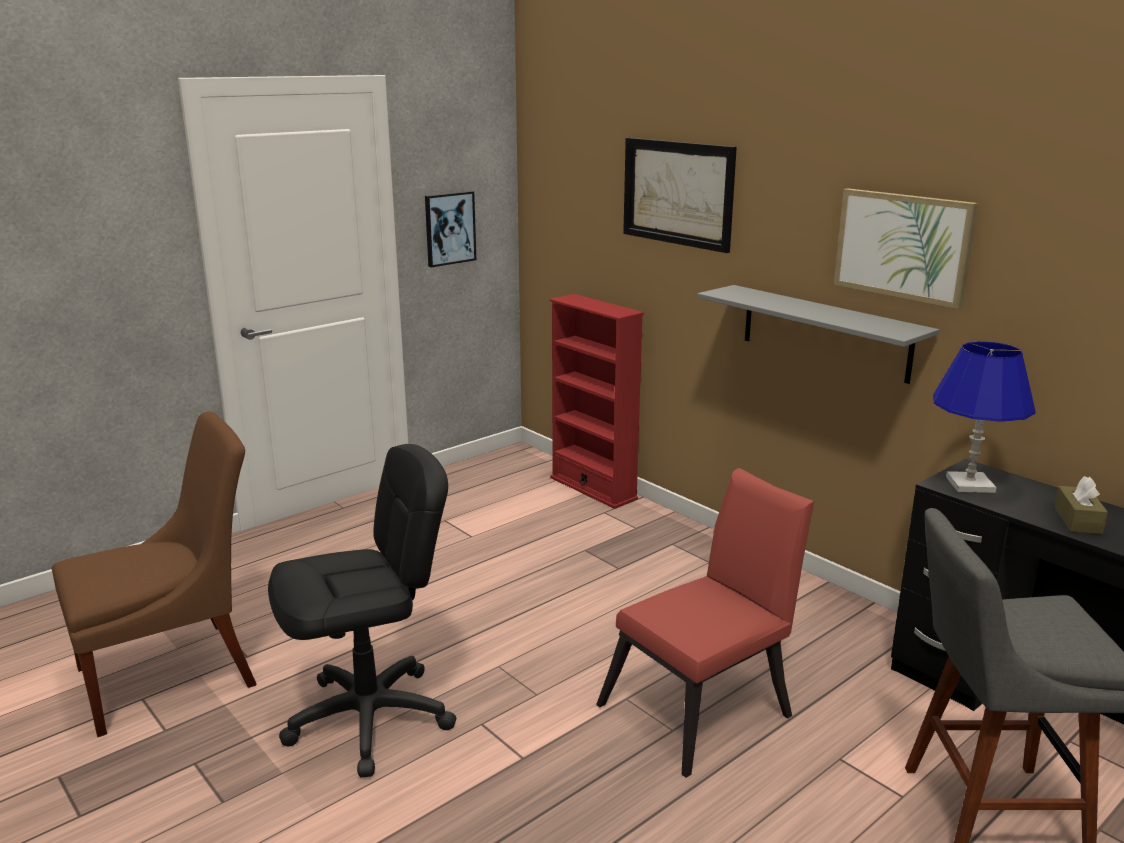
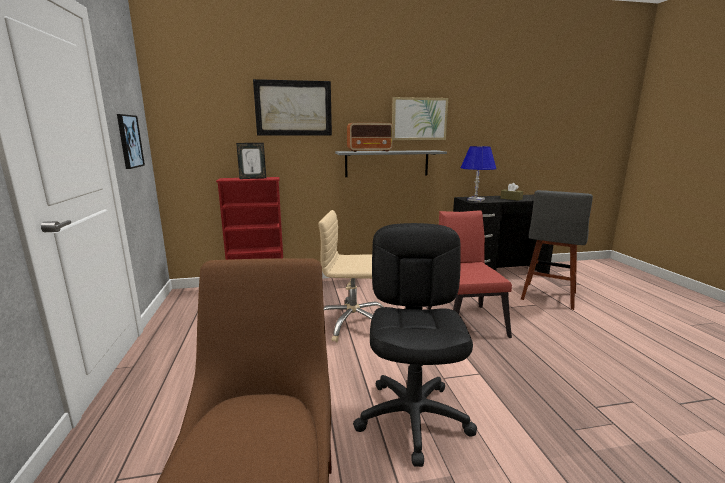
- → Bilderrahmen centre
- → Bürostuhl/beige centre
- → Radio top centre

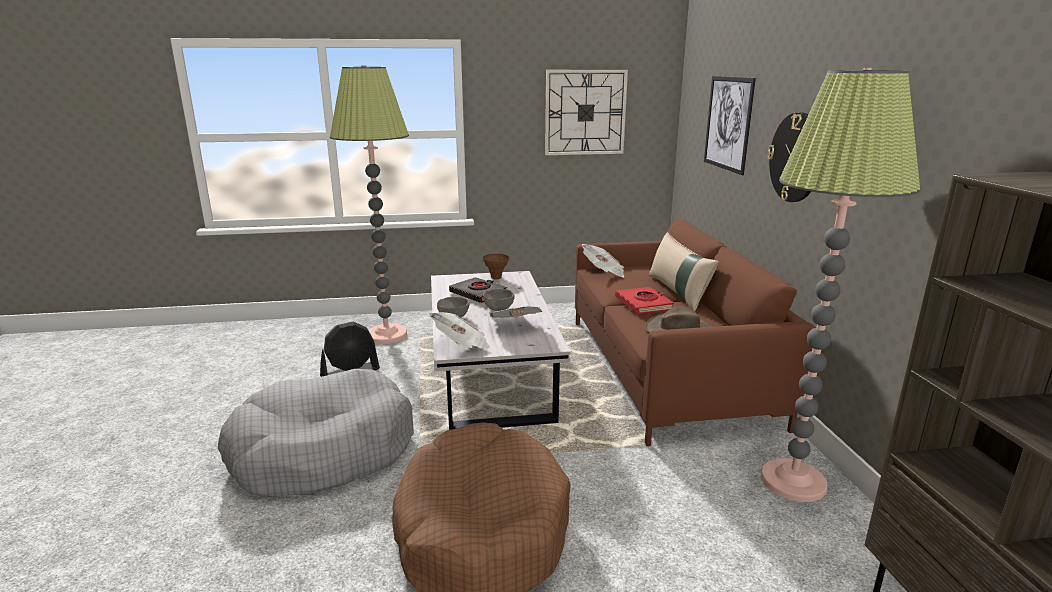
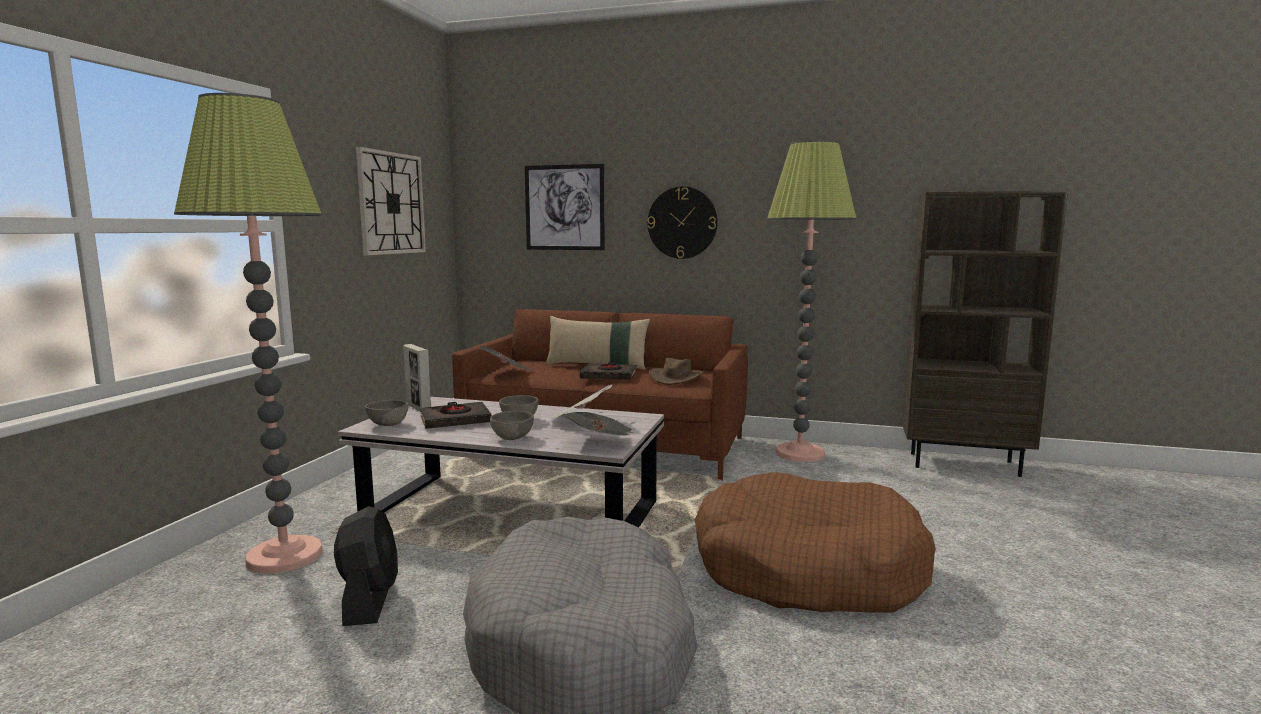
Vase/braun centre → Bilderrahmen middle left
Buch/rot centre → Buch/schwarz (2nd from left) centre
- → Schüssel/grau (1st from left) middle left

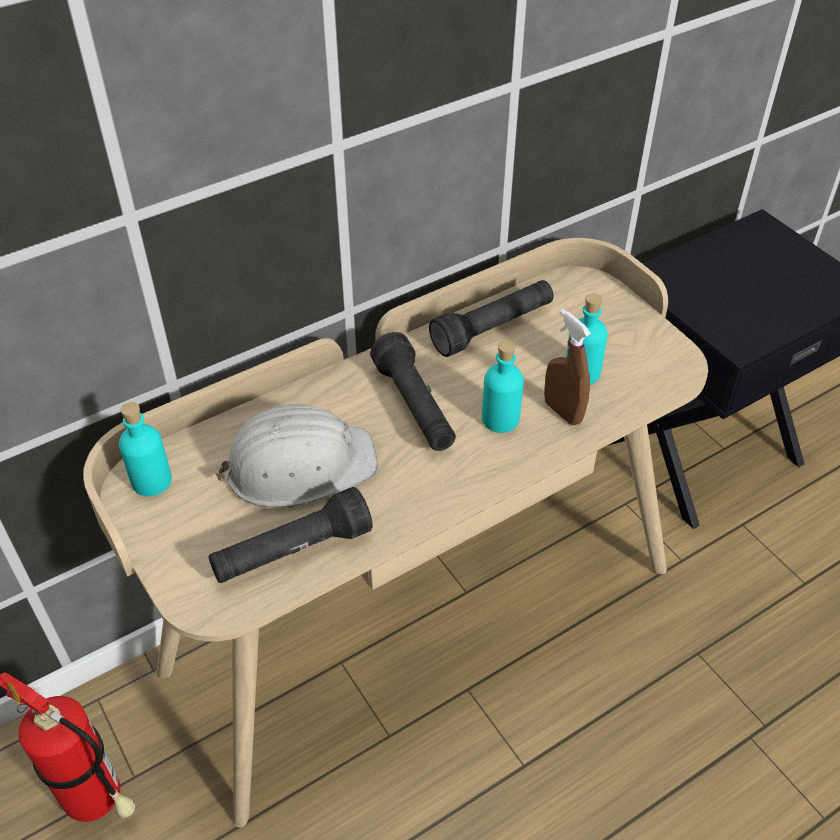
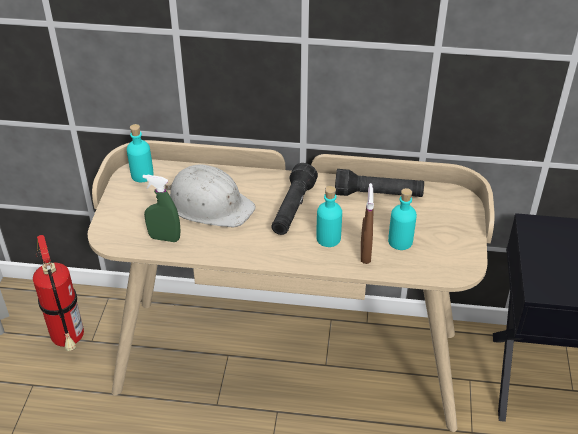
Taschenlampe/schwarz (1st from left) centre → Sprühflasche/grün middle left

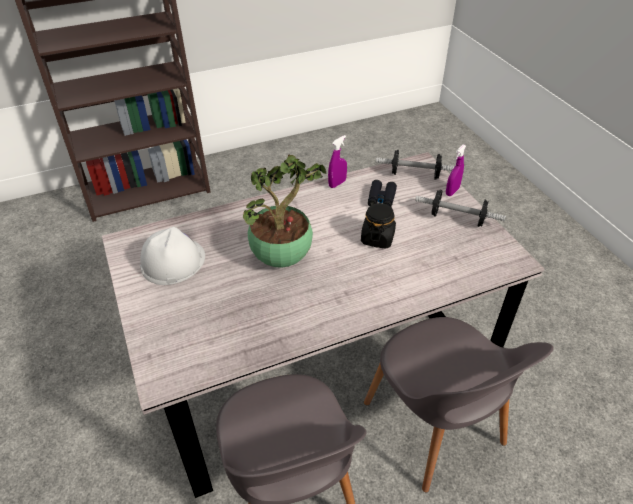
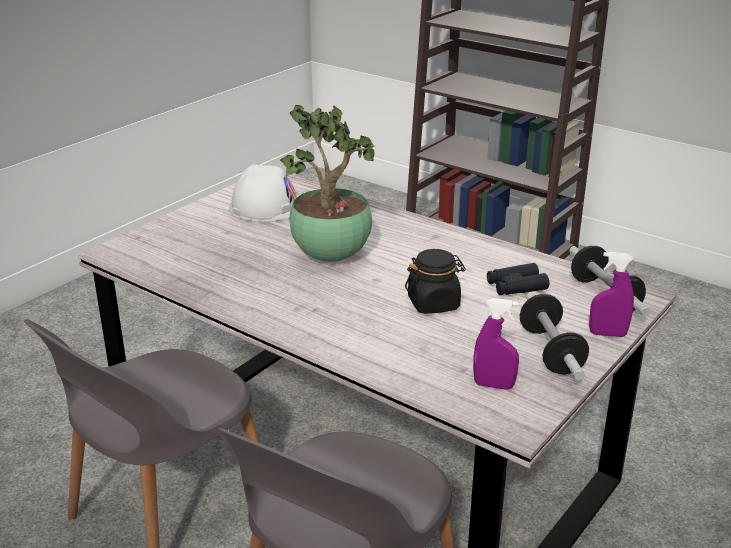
Sprühflasche/lila (1st from left) top centre → Sprühflasche/lila (1st from left) middle right, moved

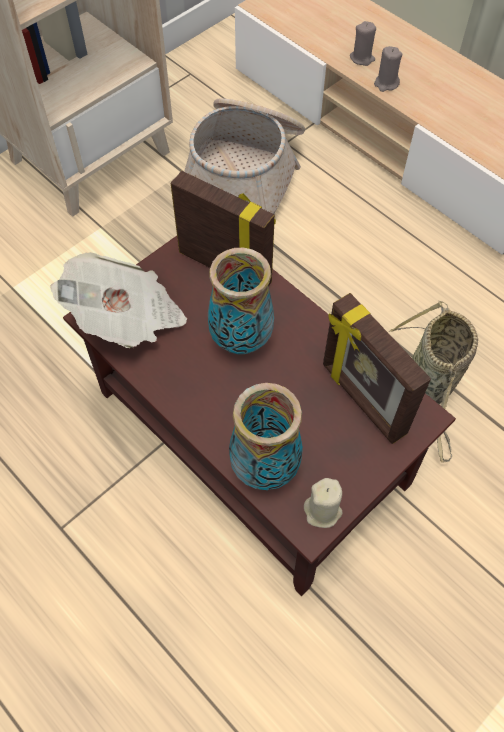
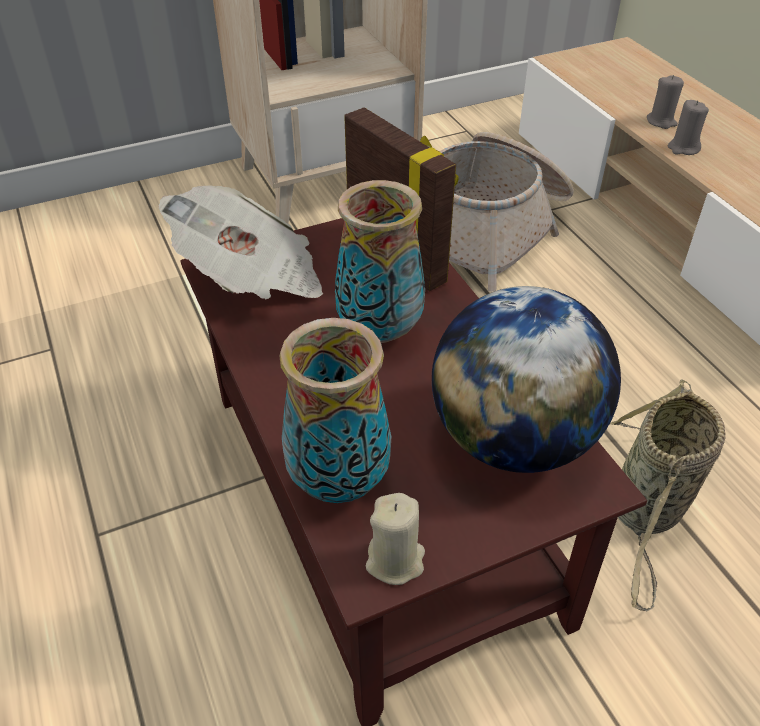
Bilderrahmen (2nd from left) middle right → Globus middle right

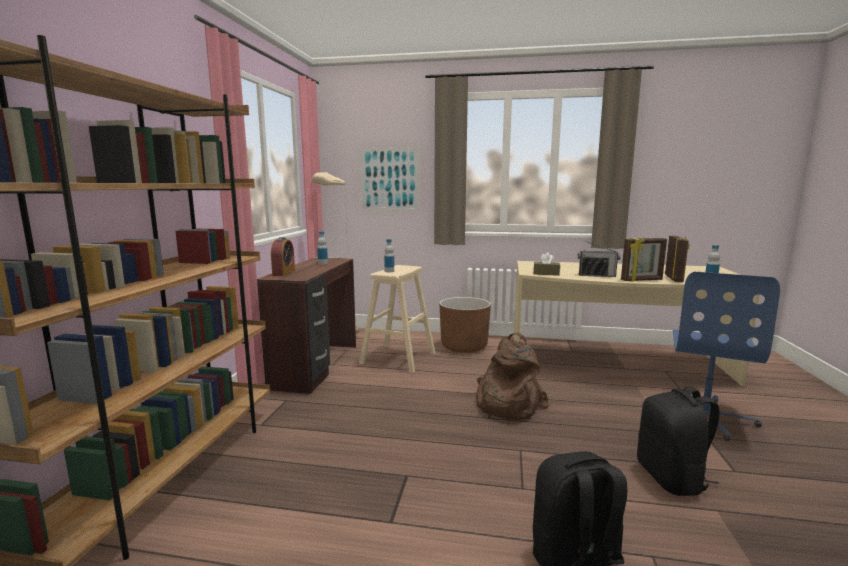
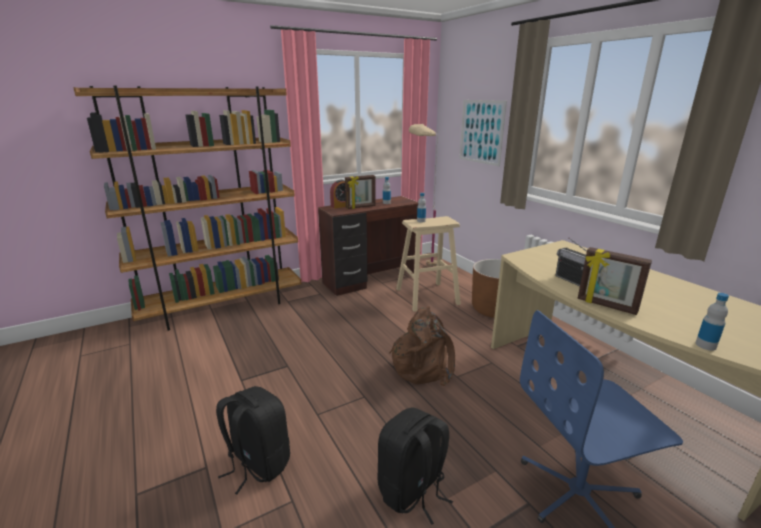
Taschentuchbox/braun centre → -
Bilderrahmen (2nd from left in the first image) middle right → Bilderrahmen (1st from left) centre, moved

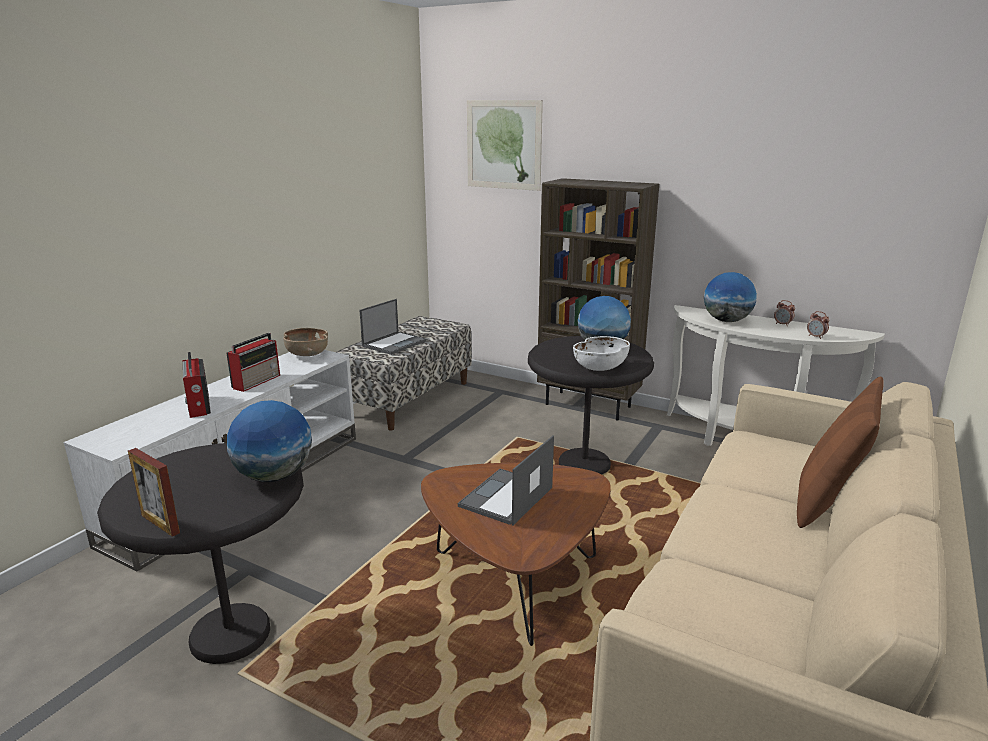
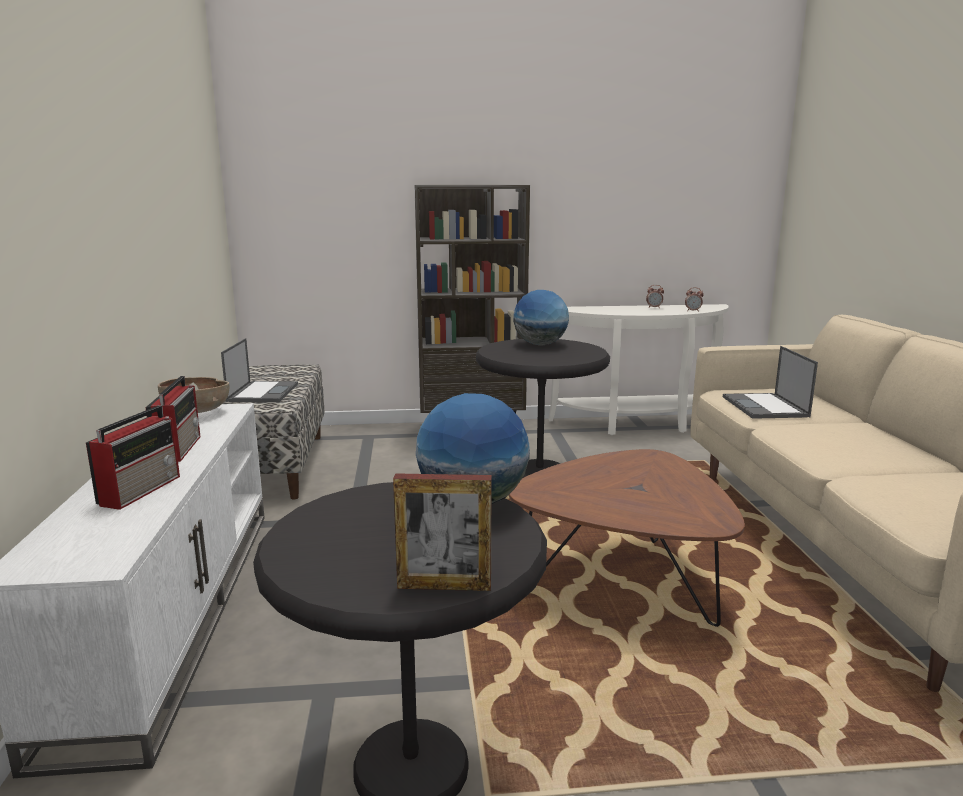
Radio (1st from left) middle left, 105 degrees counterclockwise
Laptop (2nd from left) centre → Laptop (2nd from left) middle right, moved
Bild top centre → -
Schüssel/weiß centre → -
Globus (3rd from left) middle right → -
Kissen/braun middle right → -

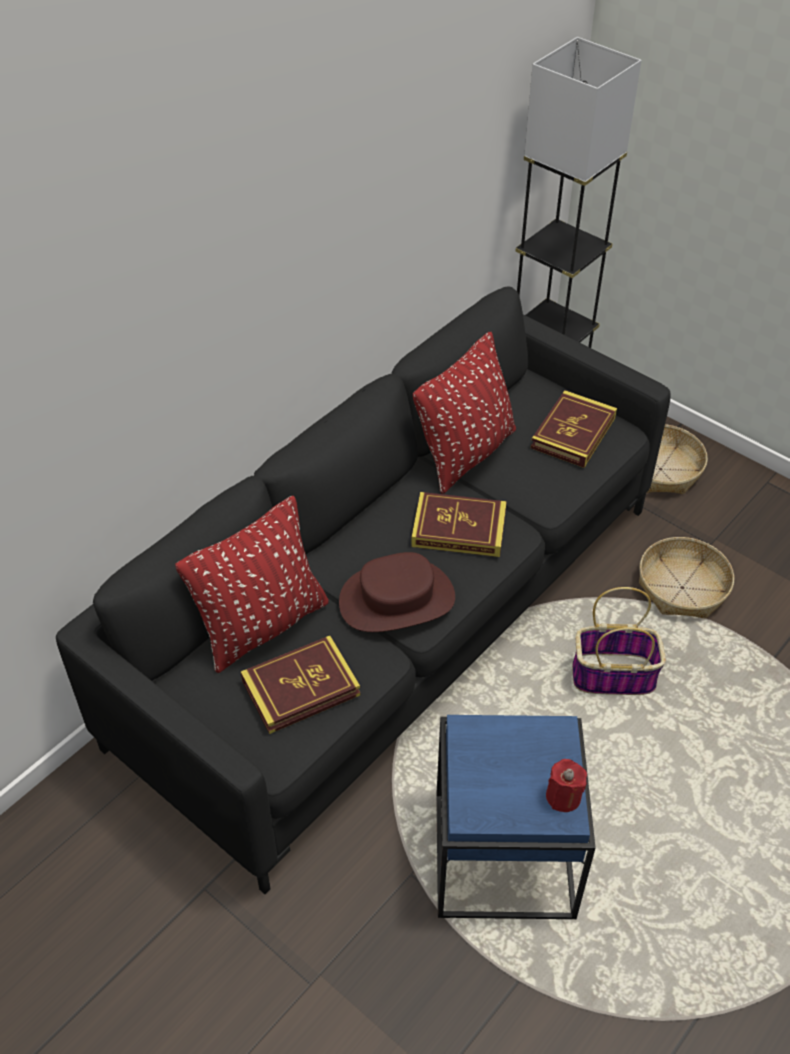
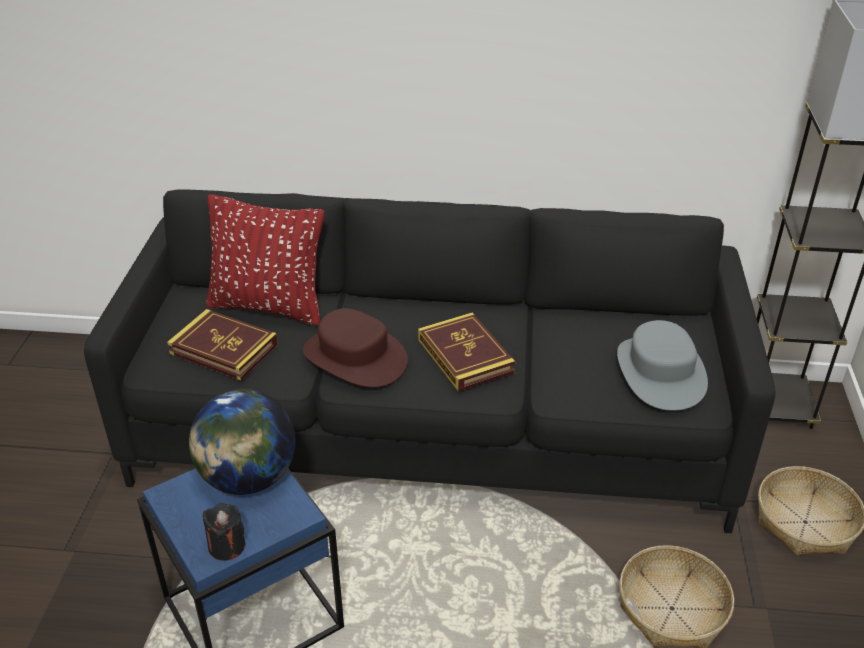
Kissen/rot (2nd from left) centre → -
Buch (3rd from left) middle right → Hut/grau middle right
Kerze/rot bottom right → Kerze/schwarz bottom left
Korb (1st from left) middle right → -
- → Globus bottom left

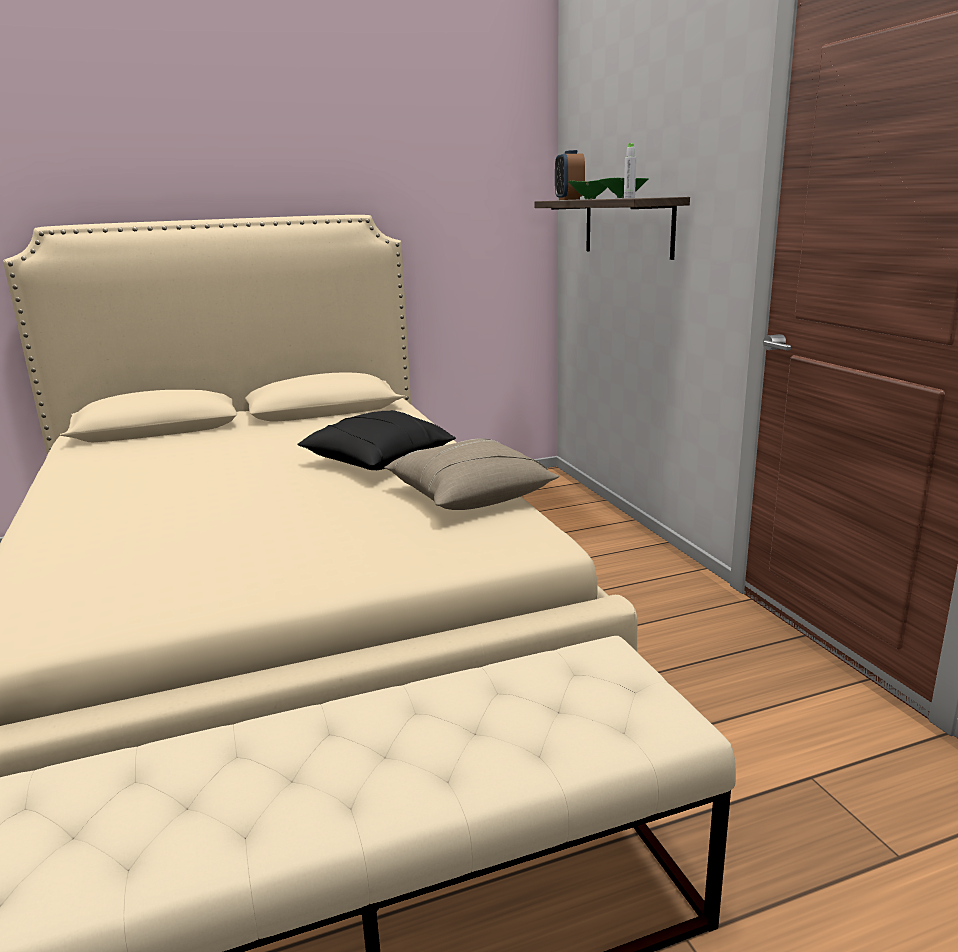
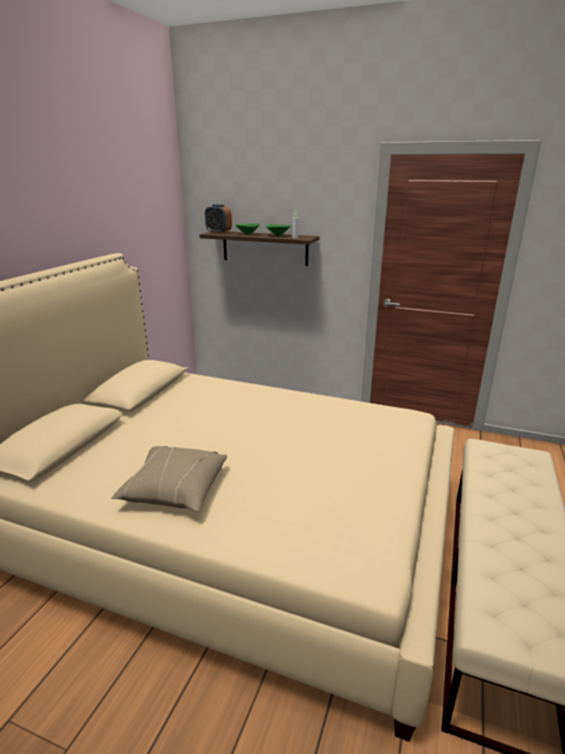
Kissen/schwarz centre → -
Kissen/beige centre → Kissen/beige middle left, moved

